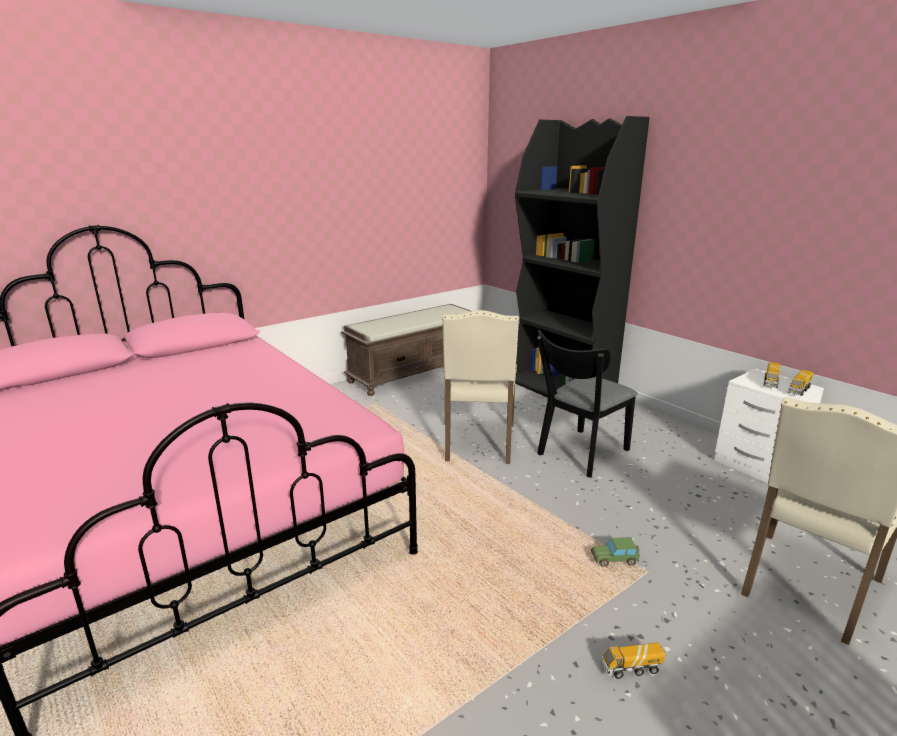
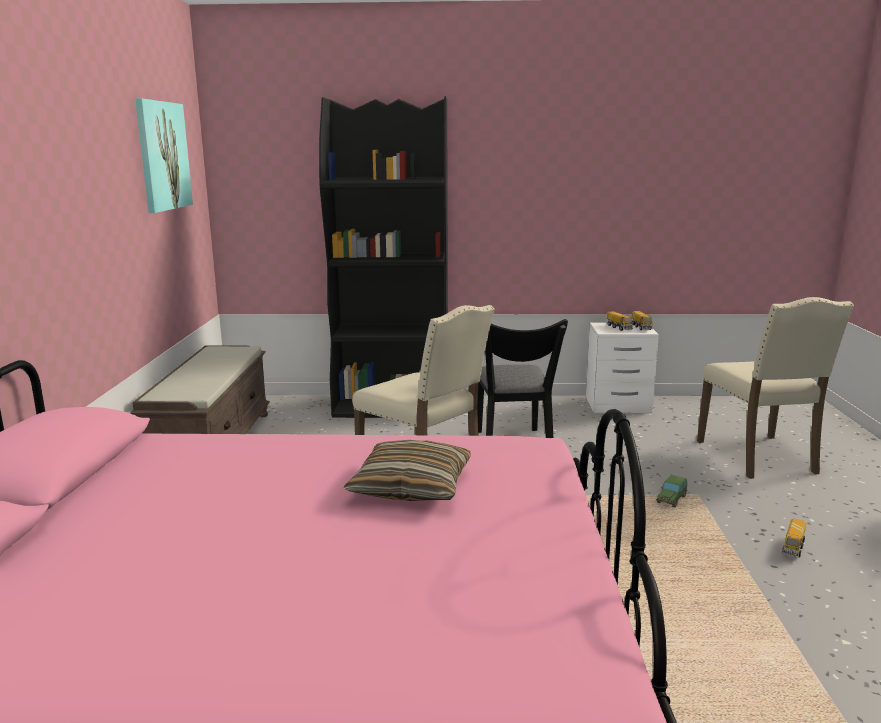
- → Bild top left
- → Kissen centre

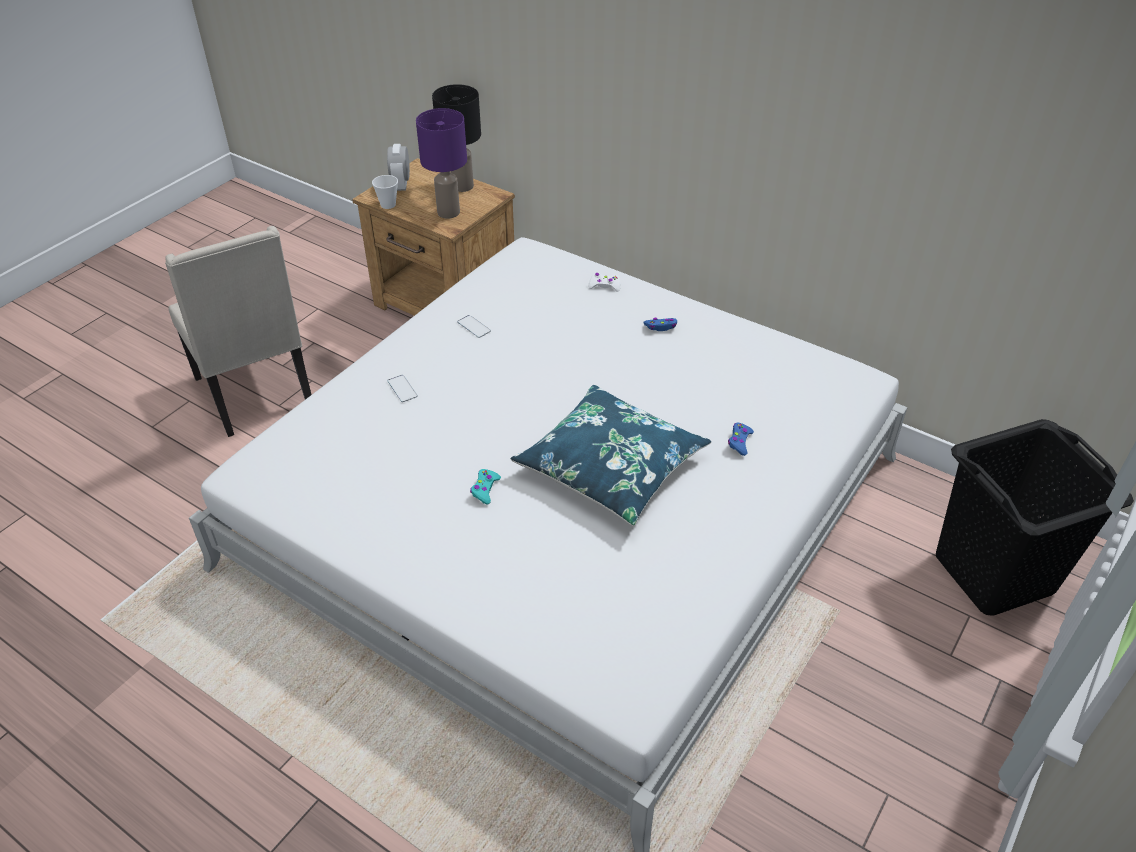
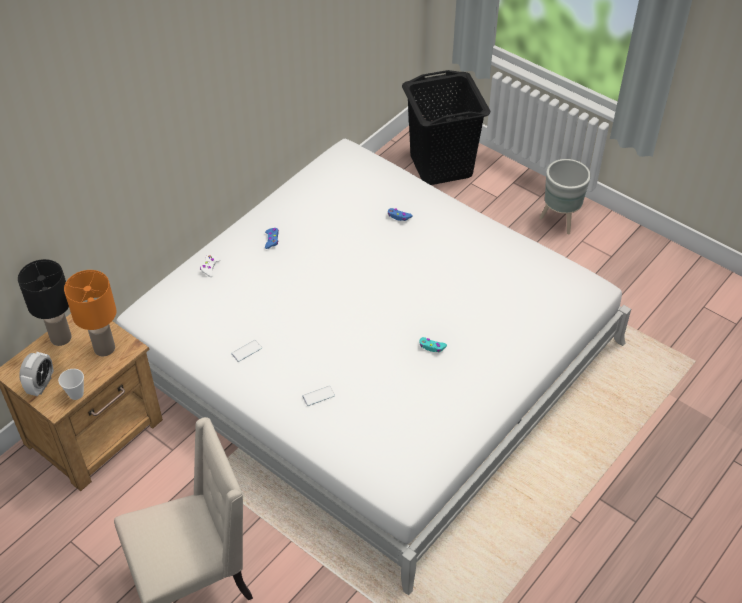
Wecker top centre → Wecker middle left, 75 degrees counterclockwise
Tischlampe/lila top centre → Tischlampe/orange middle left
Kissen/blau centre → -
- → Pflanzkübel/grau top right

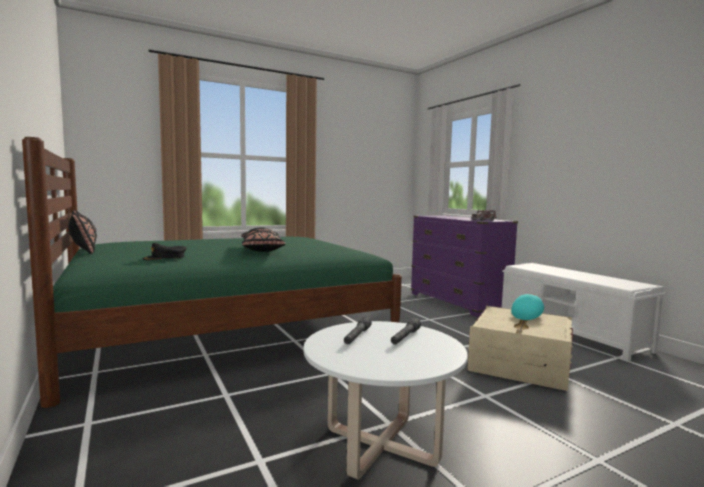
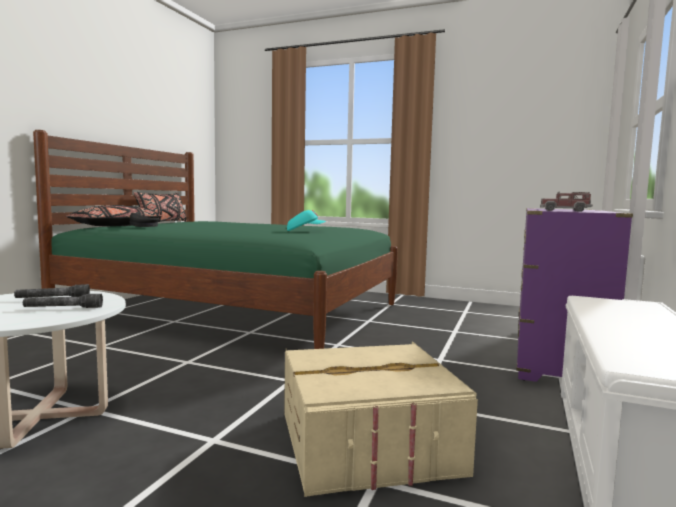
Kissen/schwarz (2nd from left in the first image) centre → Kissen/schwarz (1st from left) middle left, moved
Kappe/türkis middle right → Kappe/türkis centre, moved

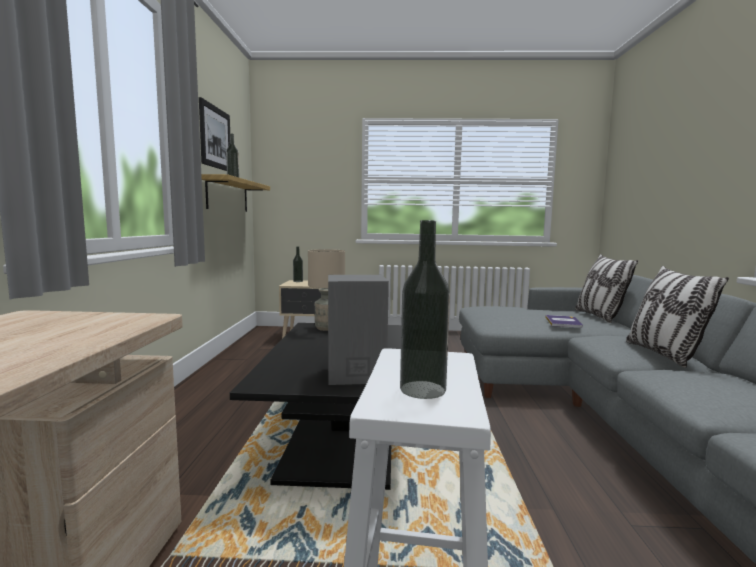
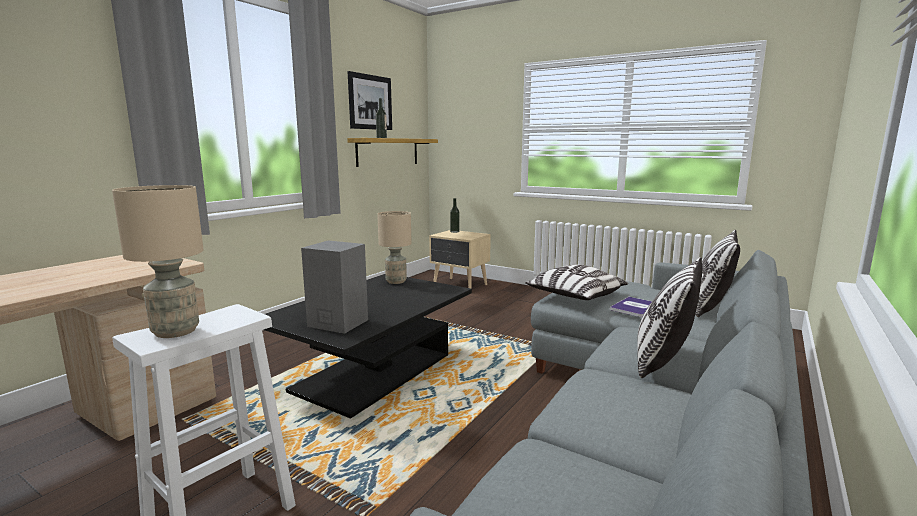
Flasche (3rd from left) centre → Tischlampe/beige (1st from left) middle left
- → Kissen (1st from left) centre

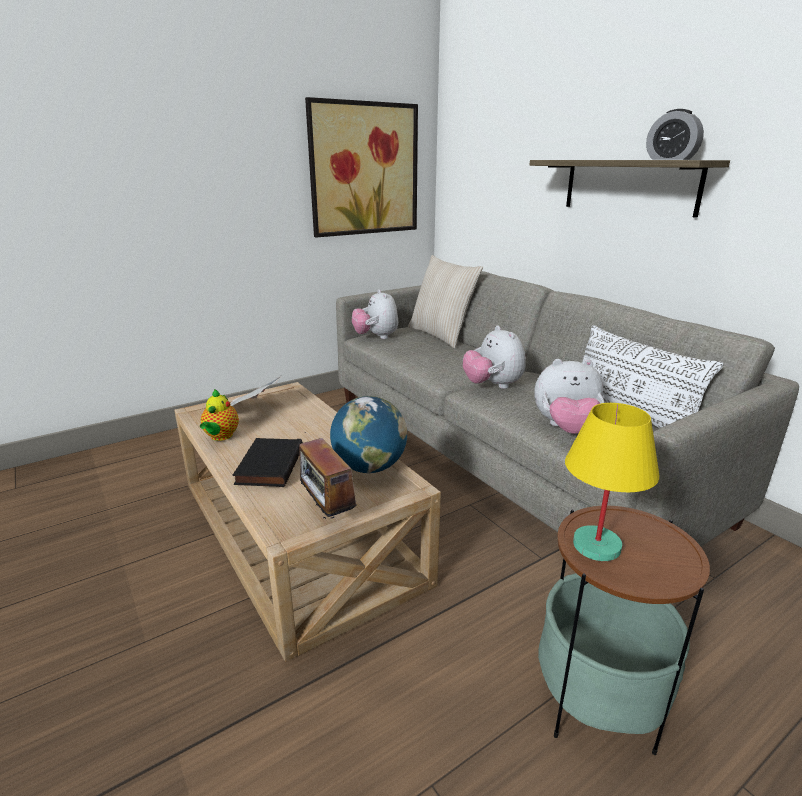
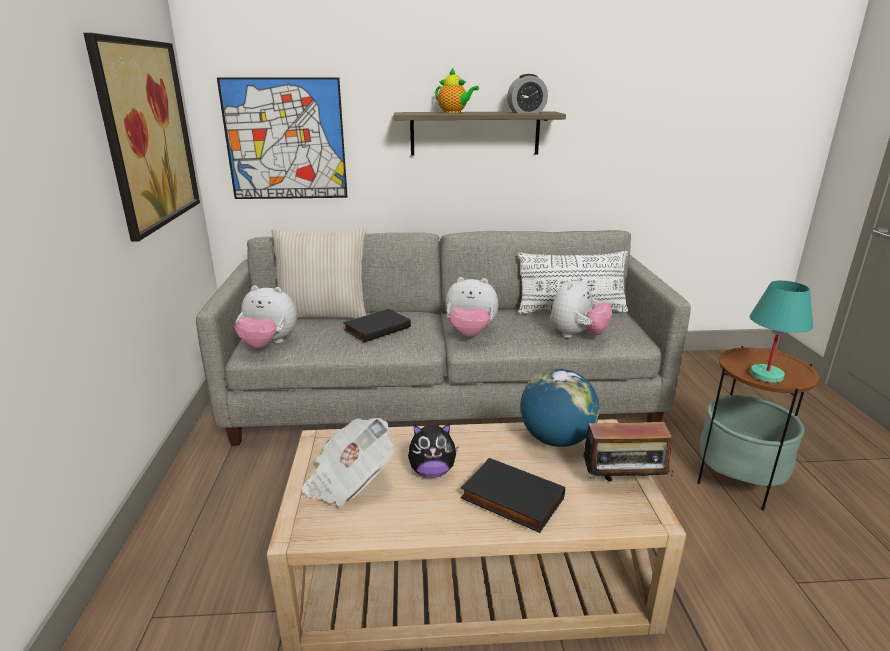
Teekanne middle left → Teekanne top centre, moved
Tischlampe/gelb middle right → Tischlampe/türkis middle right
- → Bild (2nd from left) top left
- → Buch/schwarz (1st from left) centre
- → Plüschtier (2nd from left) bottom centre

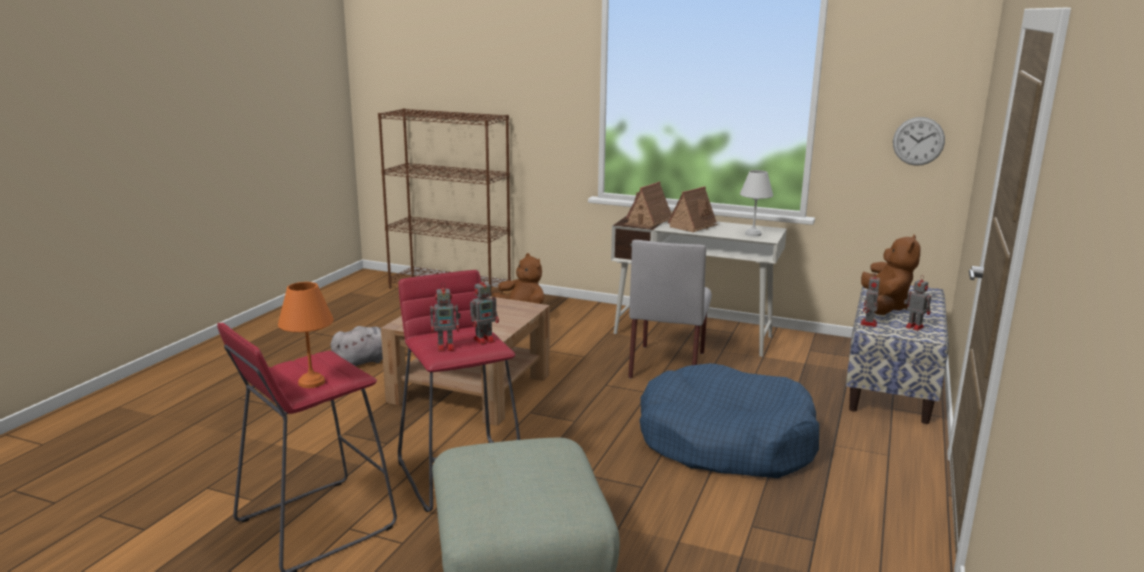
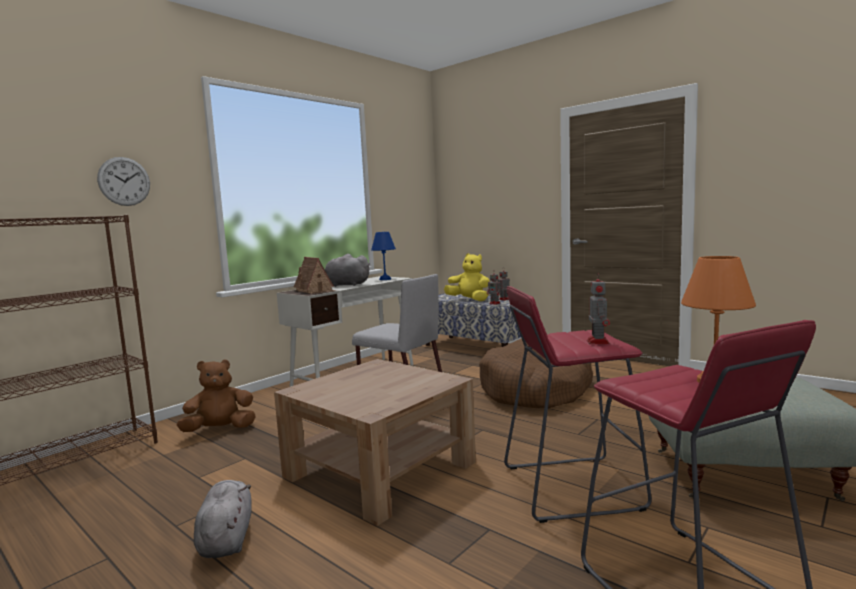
Spielzeugroboter (2nd from left) centre → -
Hundebett/blau bottom centre → Hundebett/braun centre
Spielzeughaus (2nd from left) centre → Plüschtier/grau (2nd from left) centre
Tischlampe/weiß centre → Tischlampe/blau centre
Plüschtier/braun (2nd from left) middle right → Plüschtier/gelb centre
Wanduhr top right → Wanduhr top left, moved

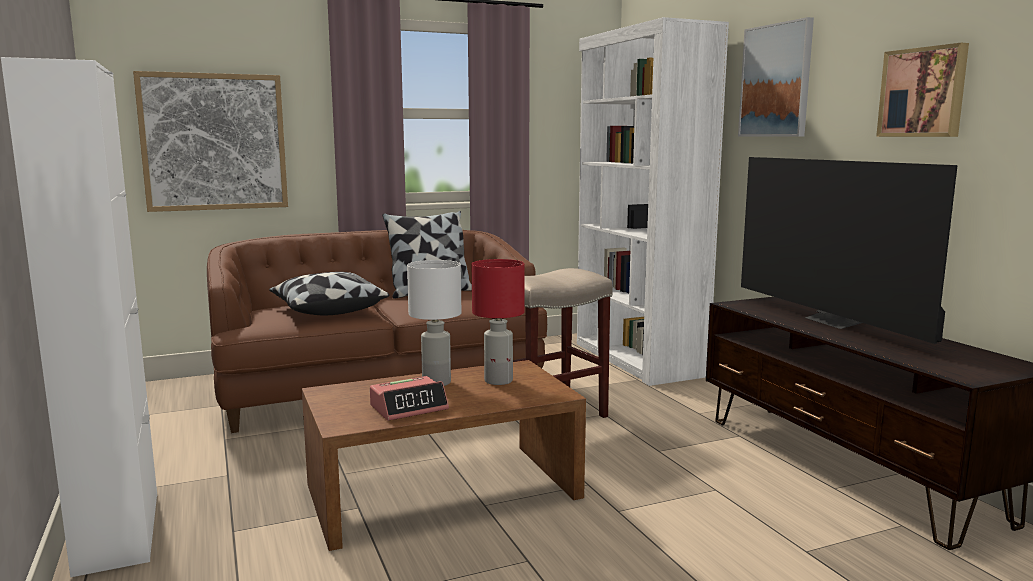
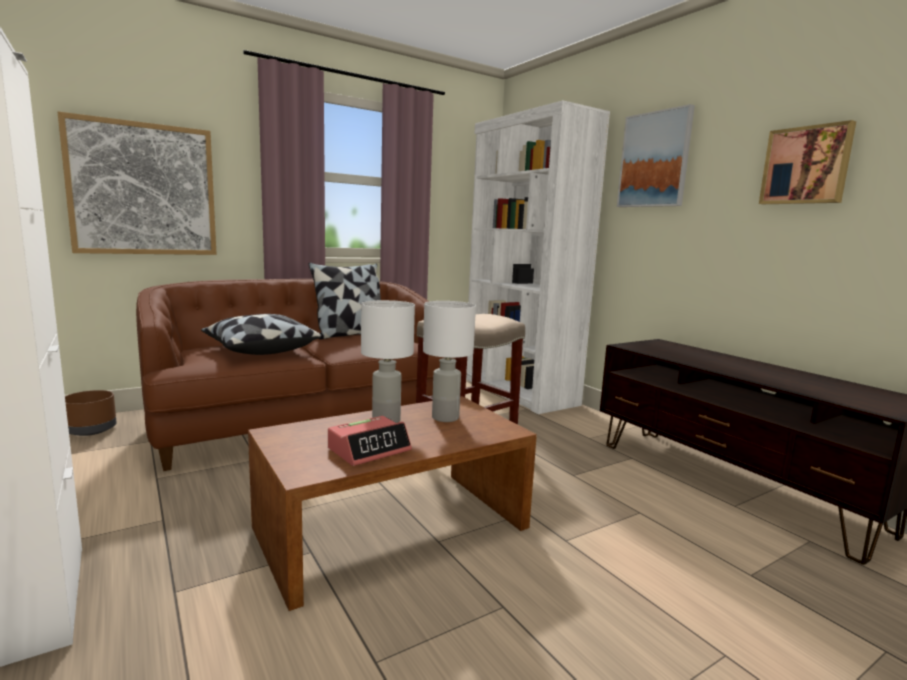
Tischlampe/rot centre → Tischlampe/weiß (2nd from left) centre
Fernseher middle right → -
- → Pflanzkübel/braun middle left

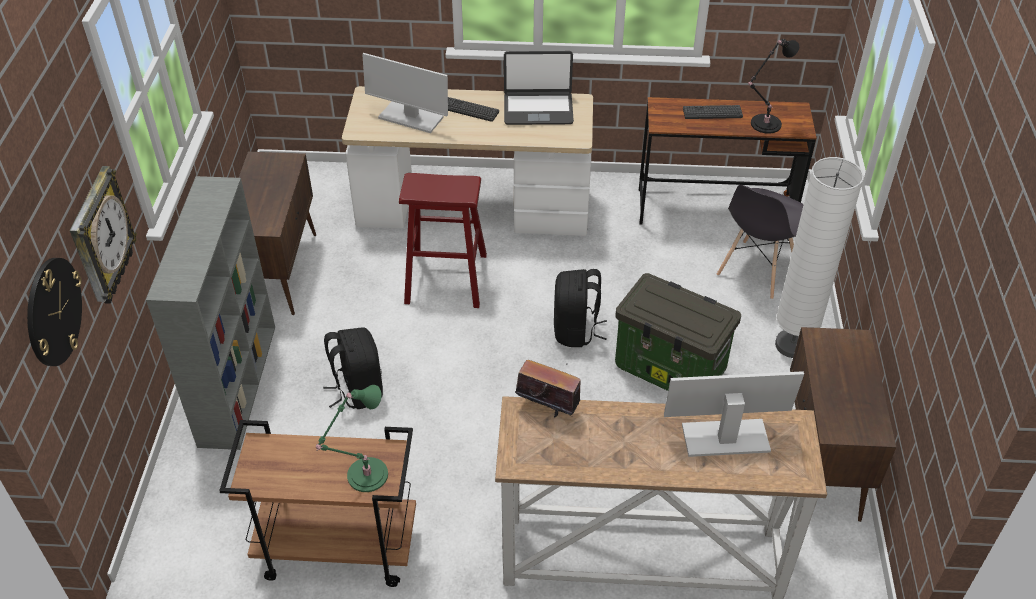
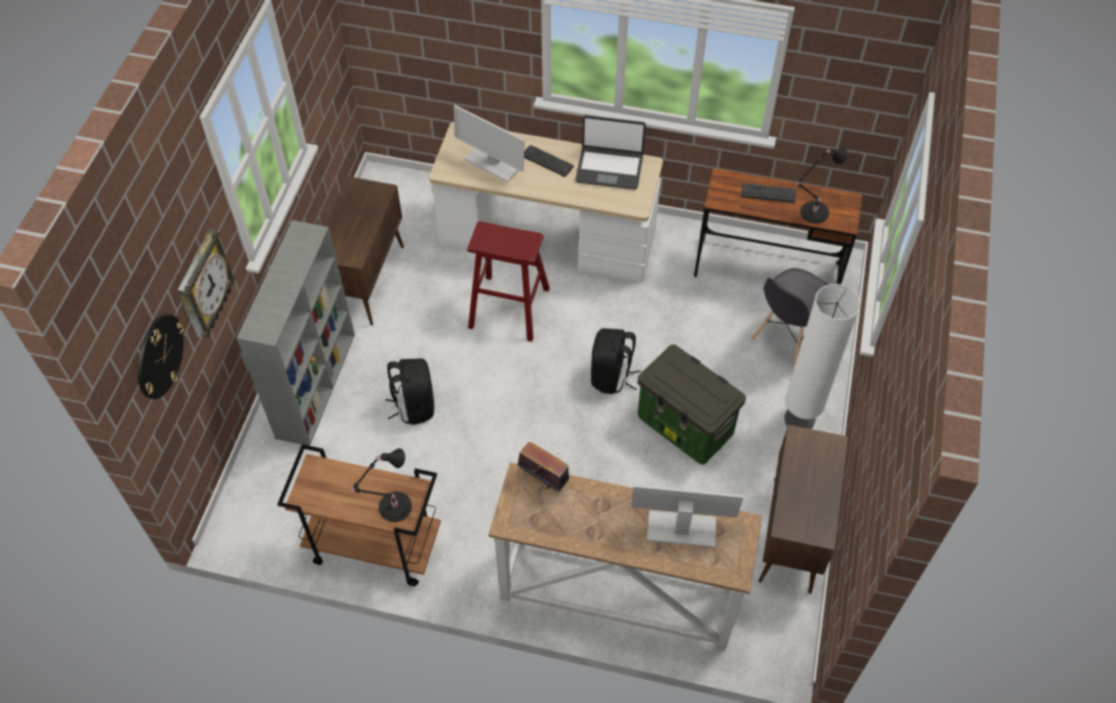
Tischlampe/grün bottom centre → Tischlampe/schwarz (1st from left) bottom centre

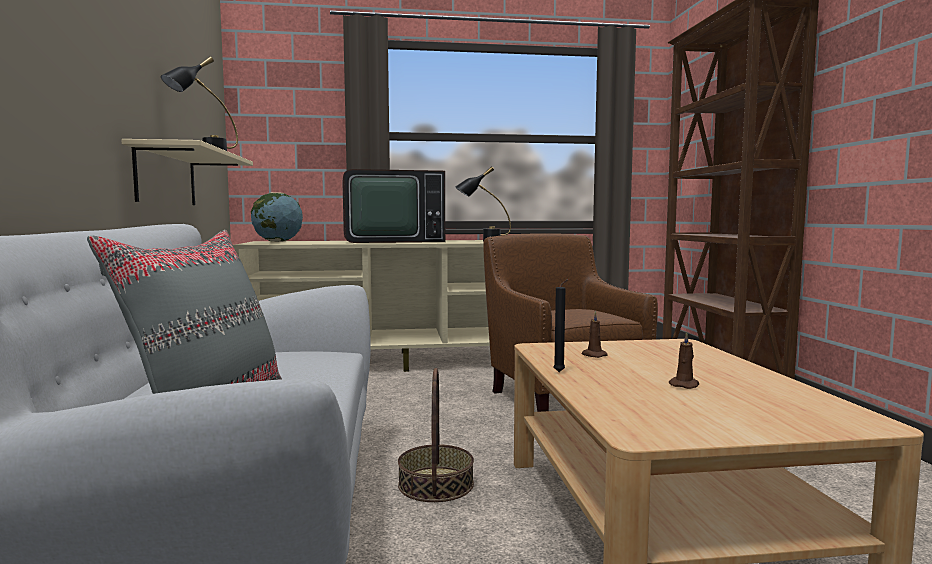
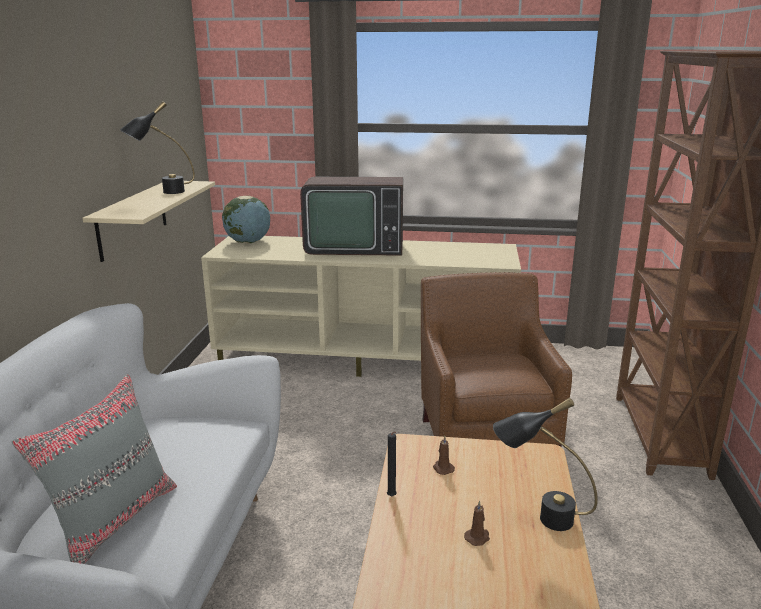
Korb bottom centre → -
Tischlampe/schwarz (2nd from left) centre → Tischlampe/schwarz (2nd from left) bottom right, moved

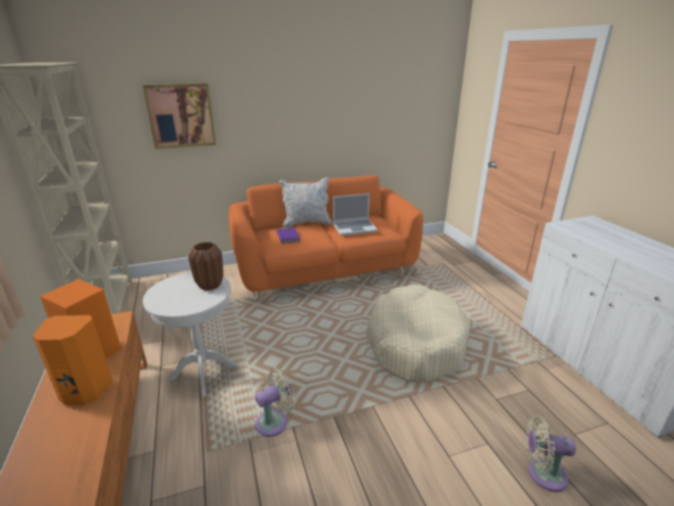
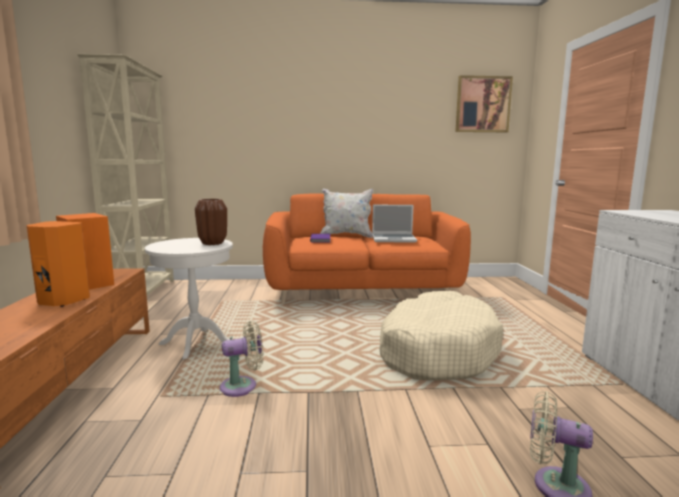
Bild top left → Bild top right, moved

